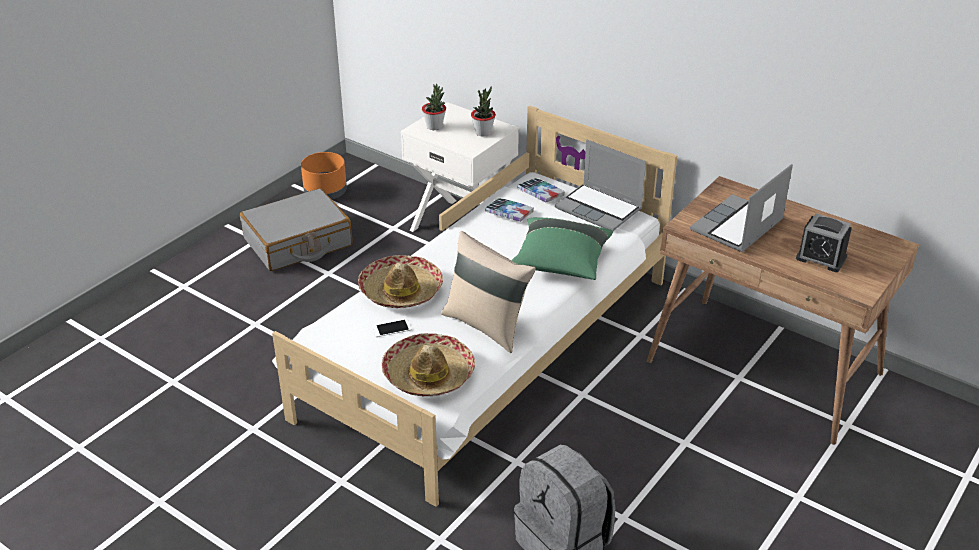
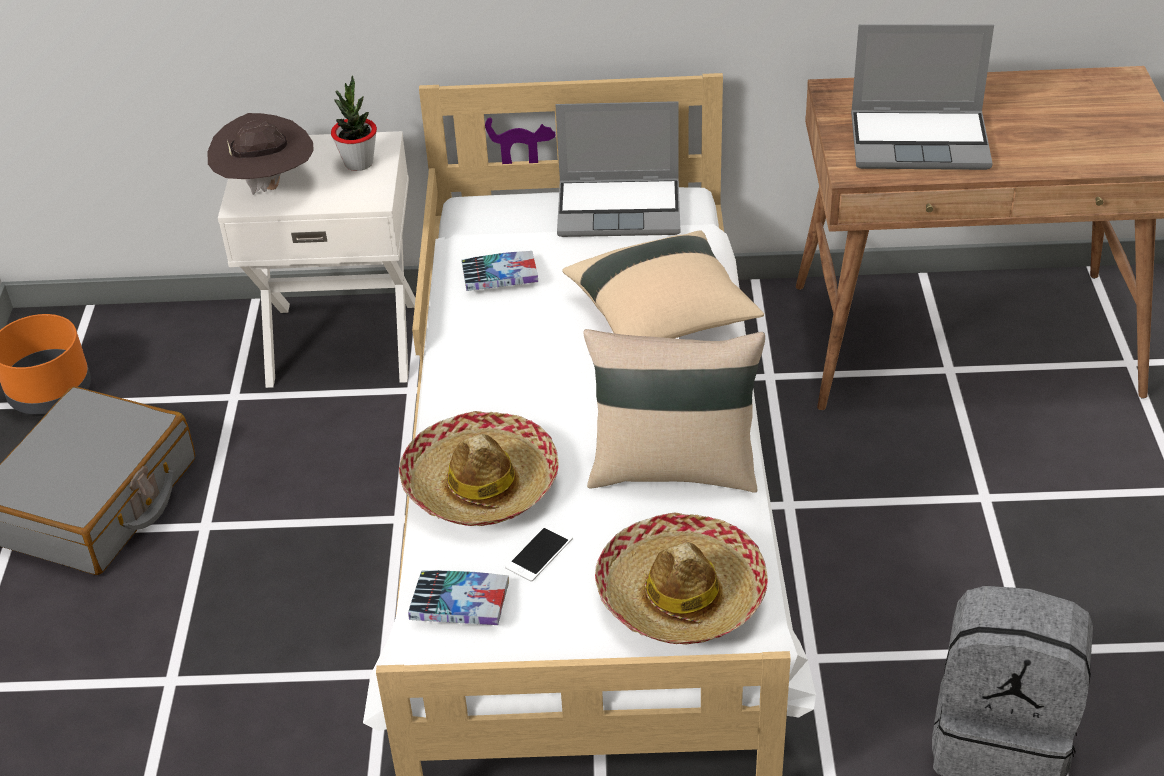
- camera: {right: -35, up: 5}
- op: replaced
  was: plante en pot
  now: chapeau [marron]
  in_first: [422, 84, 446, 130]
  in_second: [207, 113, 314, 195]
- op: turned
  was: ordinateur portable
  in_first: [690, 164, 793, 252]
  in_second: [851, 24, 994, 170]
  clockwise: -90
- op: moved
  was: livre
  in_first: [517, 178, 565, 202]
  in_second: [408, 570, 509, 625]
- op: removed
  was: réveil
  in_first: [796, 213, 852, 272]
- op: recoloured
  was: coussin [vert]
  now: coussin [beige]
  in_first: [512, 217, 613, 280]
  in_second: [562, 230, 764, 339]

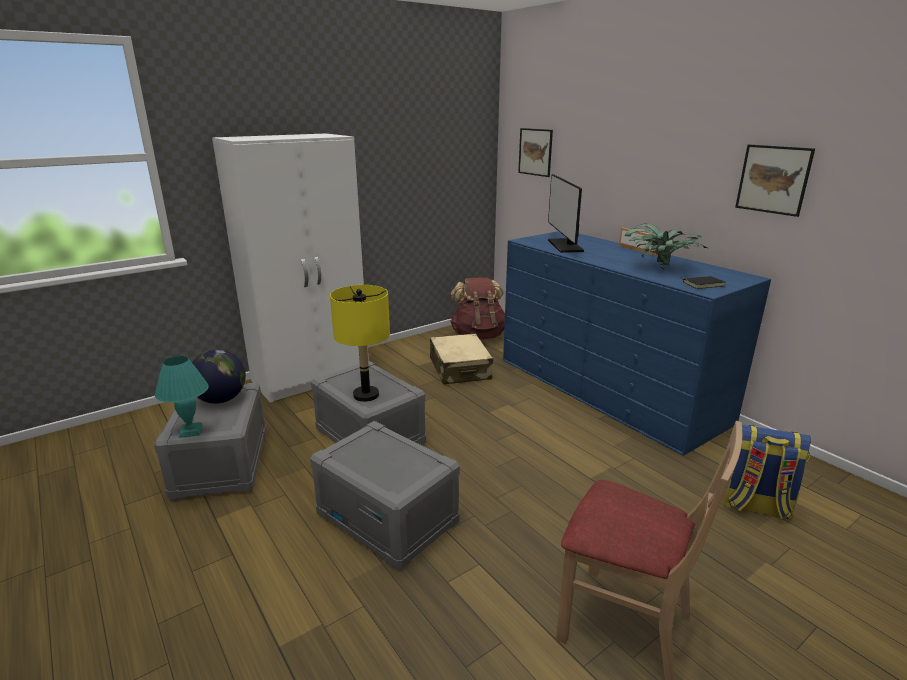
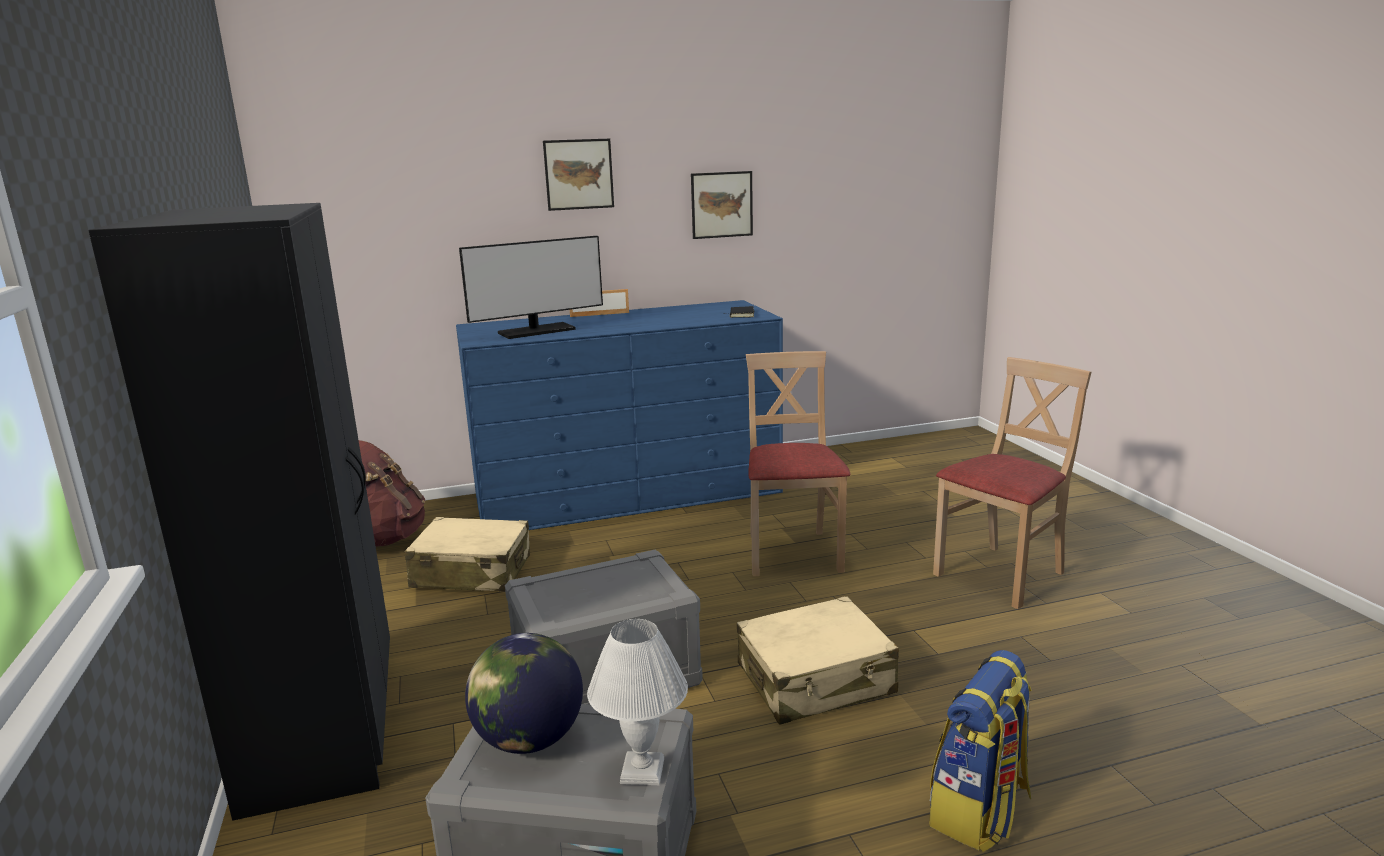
- camera: {right: -70, up: -5}
- op: moved
  was: tableau
  in_first: [518, 128, 553, 177]
  in_second: [543, 139, 614, 211]
- op: recoloured
  was: armoire [blanc]
  now: armoire [noir]
  in_first: [212, 133, 369, 403]
  in_second: [88, 203, 390, 821]
- op: turned
  was: écran d'ordinateur
  in_first: [548, 174, 584, 253]
  in_second: [459, 236, 603, 339]
  clockwise: -45
- op: removed
  was: plante en pot
  in_first: [625, 223, 707, 270]
- op: removed
  was: lampe de table [jaune]
  in_first: [330, 285, 390, 402]
- op: recoloured
  was: lampe de table [turquoise]
  now: lampe de table [blanc]
  in_first: [155, 356, 209, 438]
  in_second: [587, 619, 688, 785]
- op: replaced
  was: boîte de rangement [gris]
  now: valise [beige]
  in_first: [310, 421, 460, 570]
  in_second: [737, 596, 899, 725]
- op: moved
  was: sac à dos
  in_first: [723, 425, 811, 520]
  in_second: [929, 650, 1032, 852]
- op: added
  now: chaise [beige]
  in_second: [746, 351, 850, 576]

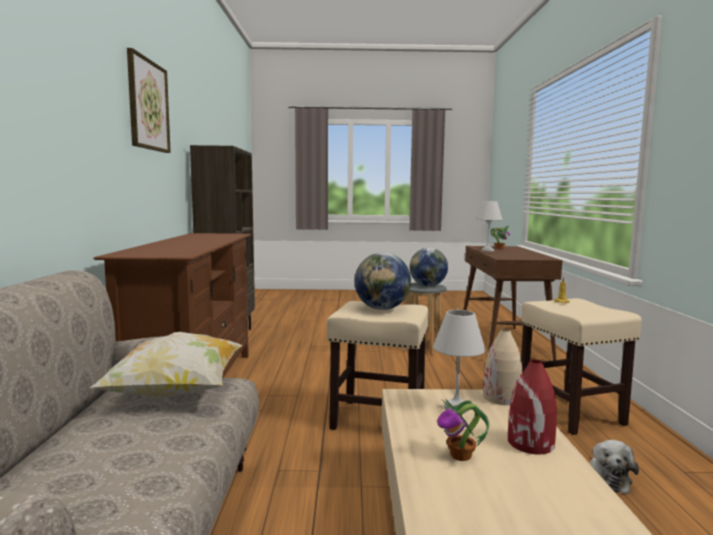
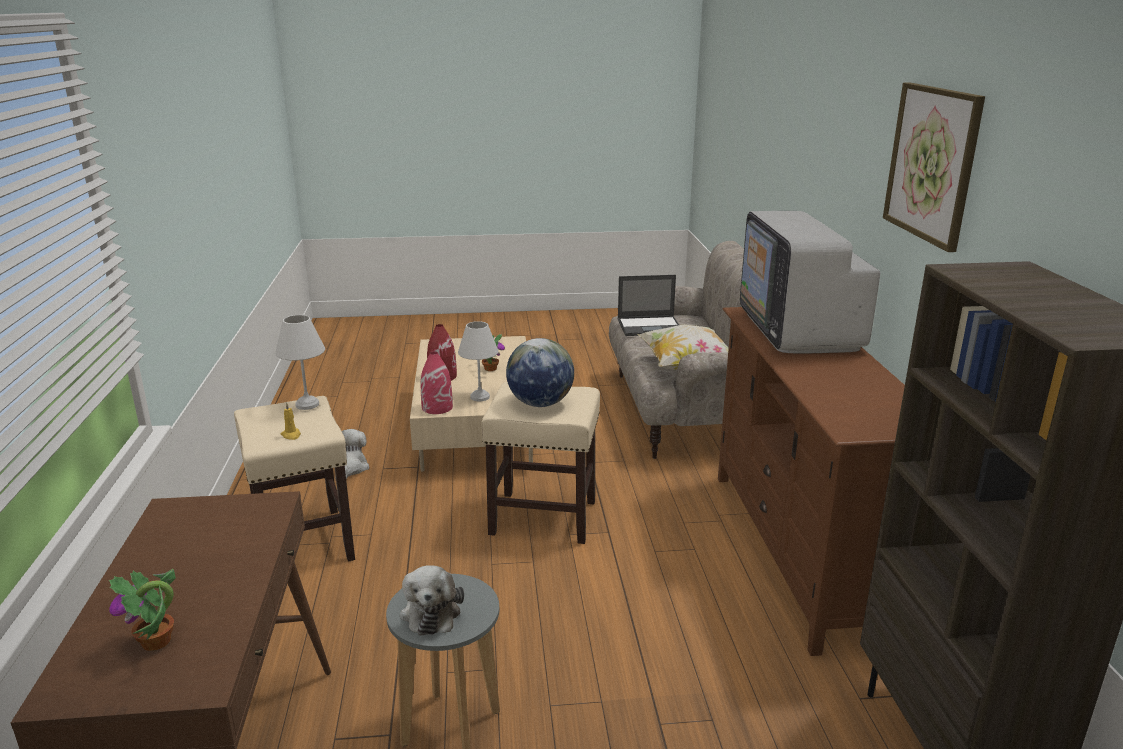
- camera: {right: 175, up: 15}
- op: moved
  was: lampe de table [blanc]
  in_first: [476, 201, 503, 252]
  in_second: [275, 315, 325, 410]
- op: replaced
  was: globe
  now: peluche
  in_first: [410, 248, 448, 286]
  in_second: [400, 565, 464, 635]
- op: recoloured
  was: vase [beige]
  now: vase [rouge]
  in_first: [483, 329, 522, 405]
  in_second: [421, 352, 453, 414]
- op: added
  now: téléviseur
  in_second: [740, 211, 880, 354]
- op: added
  now: ordinateur portable
  in_second: [618, 275, 679, 336]

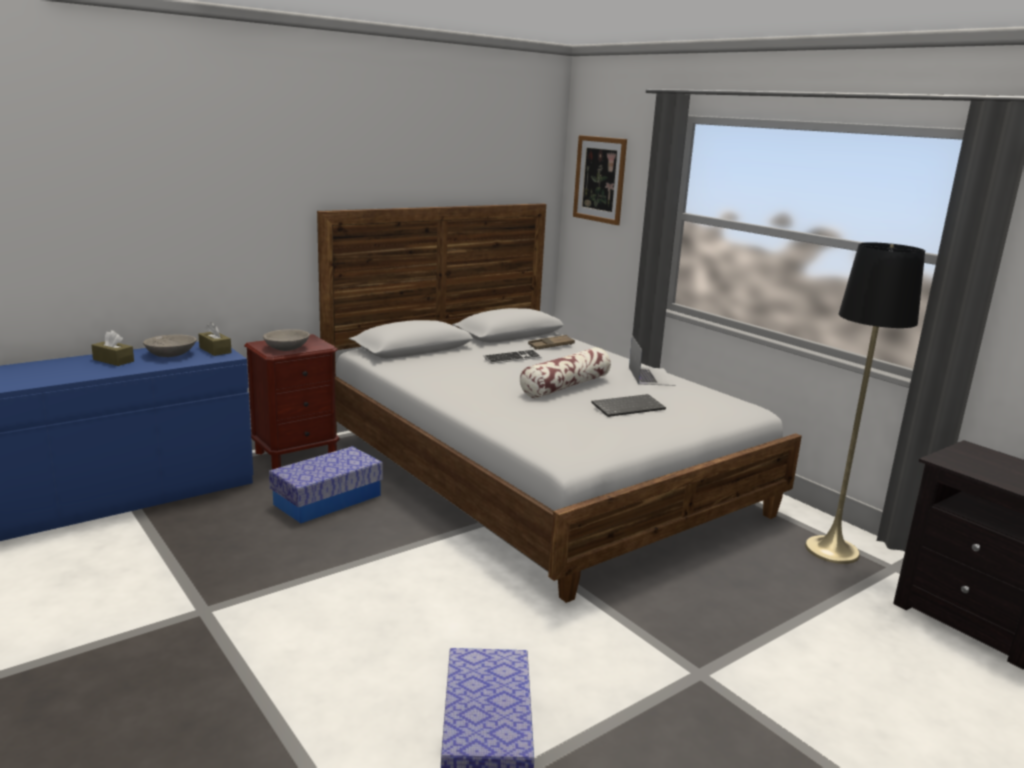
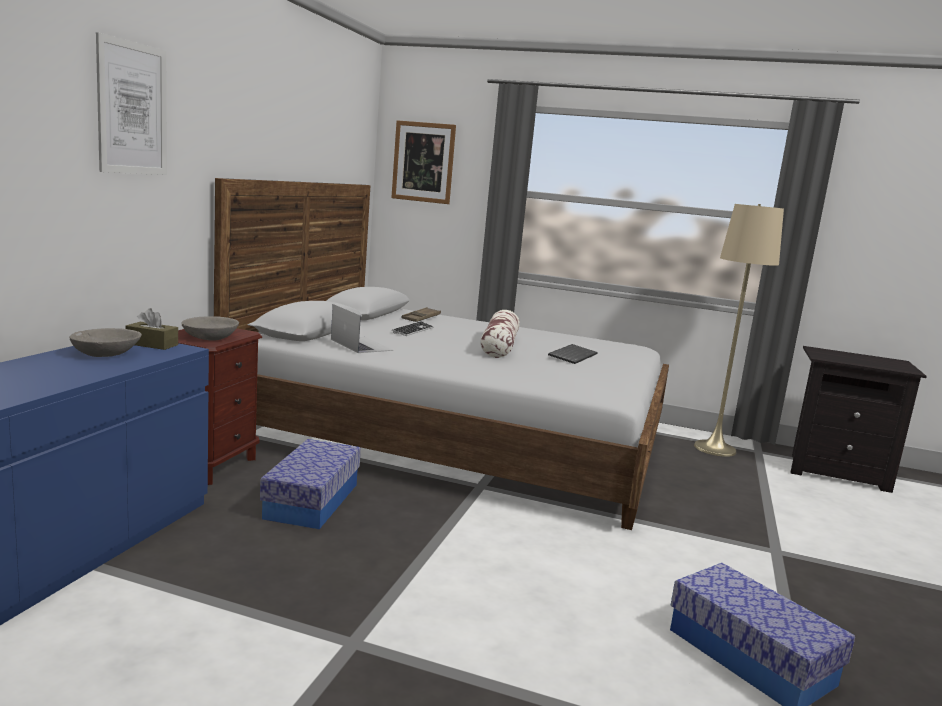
- camera: {right: -35, up: -5}
- op: recoloured
  was: lampadaire [noir]
  now: lampadaire [beige]
  in_first: [805, 242, 925, 564]
  in_second: [694, 204, 784, 457]
- op: removed
  was: boîte à mouchoirs [marron]
  in_first: [91, 330, 134, 366]
- op: moved
  was: ordinateur portable
  in_first: [629, 335, 676, 386]
  in_second: [331, 304, 393, 353]
- op: added
  now: tableau
  in_second: [96, 32, 167, 175]

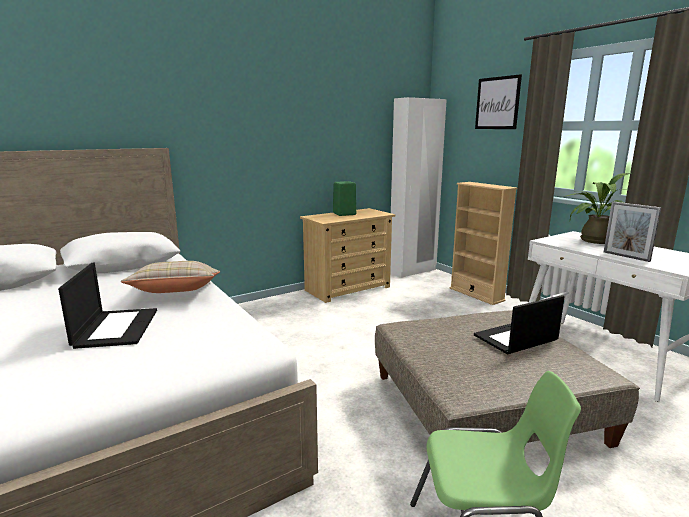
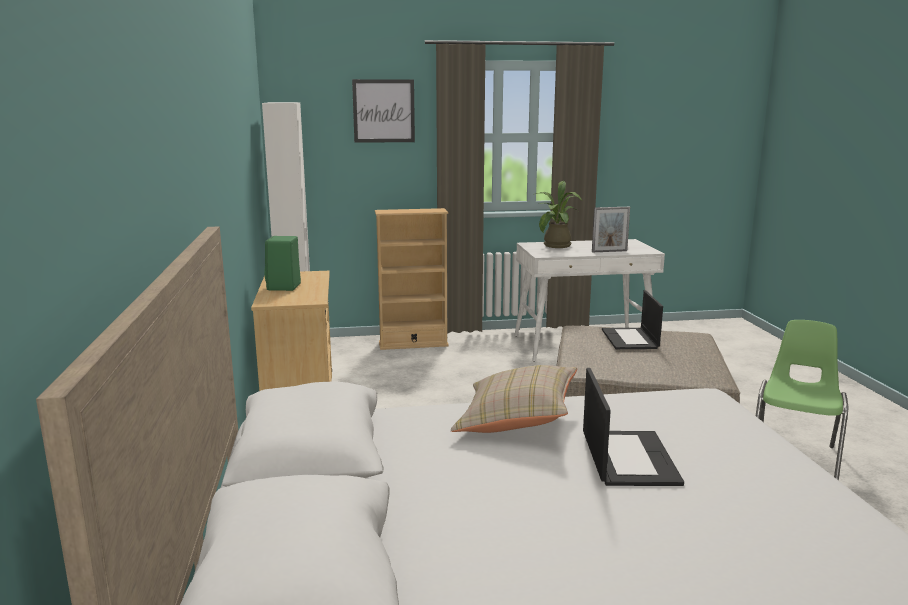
- camera: {right: -65, up: 0}
- op: turned
  was: ordinateur portable
  in_first: [58, 263, 157, 349]
  in_second: [583, 368, 684, 486]
  clockwise: 75

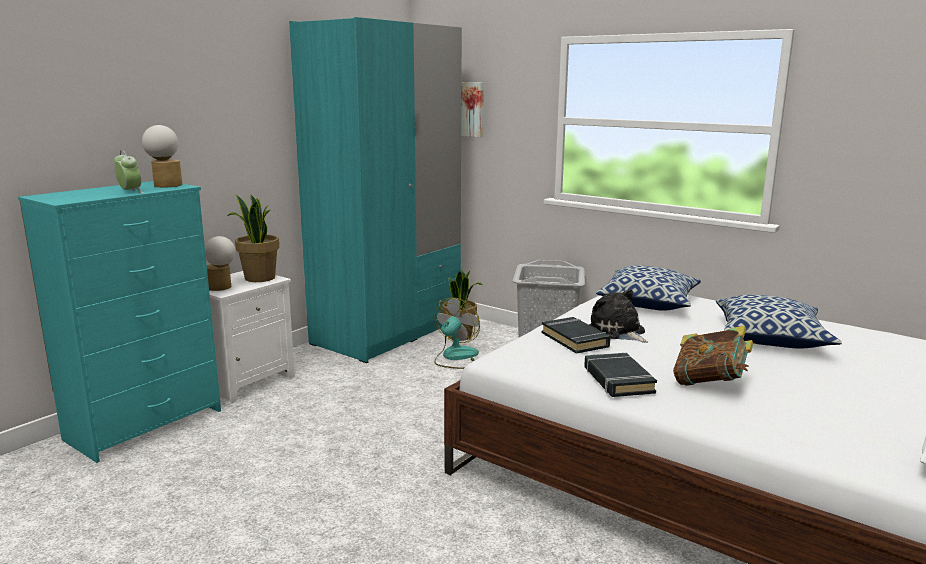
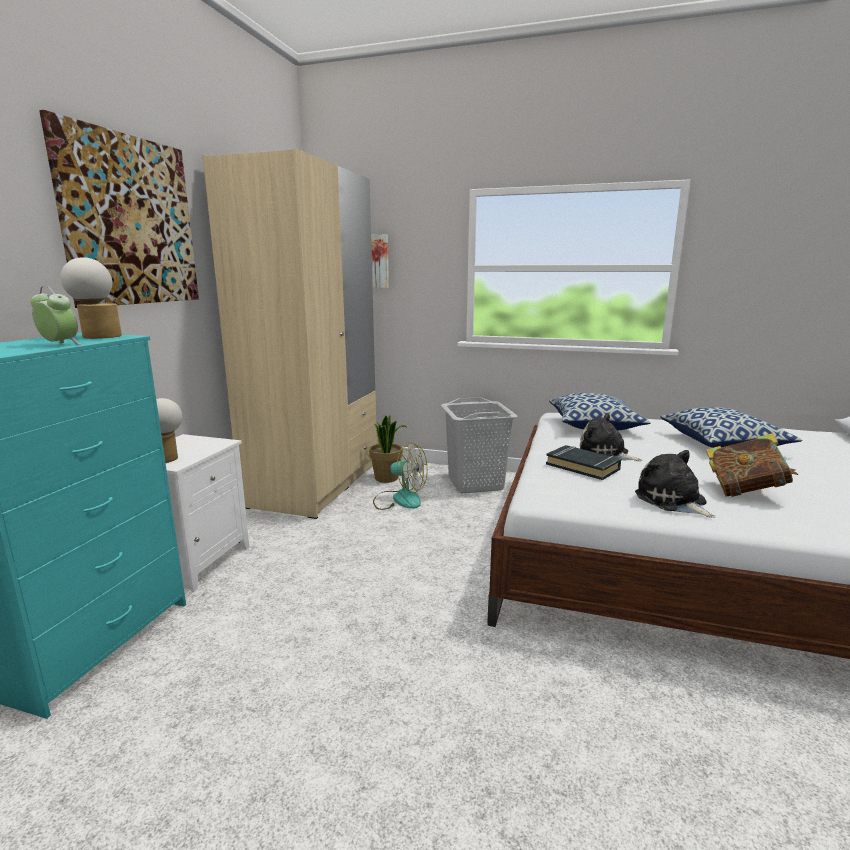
- camera: {right: -20, up: 0}
- op: recoloured
  was: armoire [turquoise]
  now: armoire [beige]
  in_first: [289, 17, 462, 363]
  in_second: [203, 148, 377, 519]
- op: removed
  was: plante en pot
  in_first: [227, 195, 279, 282]
- op: turned
  was: ventilateur
  in_first: [434, 298, 480, 369]
  in_second: [373, 443, 427, 510]
  clockwise: 105
- op: replaced
  was: livre [noir]
  now: peluche
  in_first: [584, 353, 657, 397]
  in_second: [635, 450, 716, 518]
- op: added
  now: tableau
  in_second: [39, 110, 199, 308]

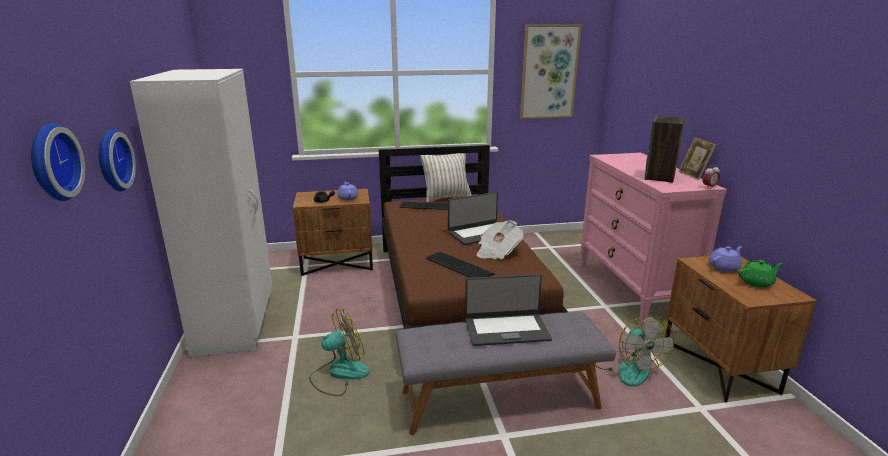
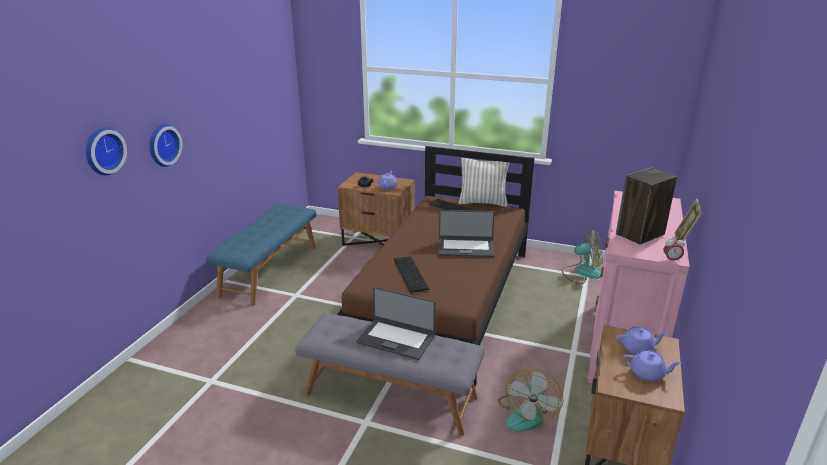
- camera: {right: 30, up: 5}
- op: removed
  was: tableau
  in_first: [520, 24, 581, 119]
- op: replaced
  was: armoire [blanc]
  now: banc [bleu]
  in_first: [130, 69, 272, 357]
  in_second: [206, 204, 316, 306]
- op: removed
  was: journal
  in_first: [476, 220, 523, 259]
- op: recoloured
  was: théière [vert]
  now: théière [violet]
  in_first: [738, 260, 783, 288]
  in_second: [623, 350, 681, 381]
- op: moved
  was: ventilateur
  in_first: [309, 308, 370, 396]
  in_second: [561, 229, 603, 284]

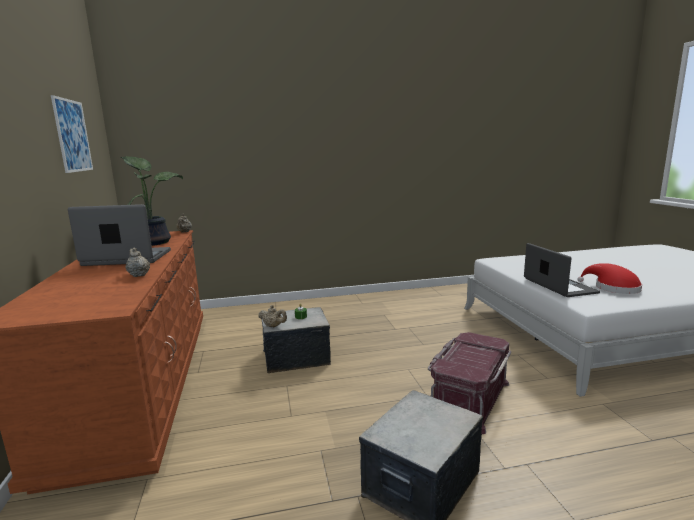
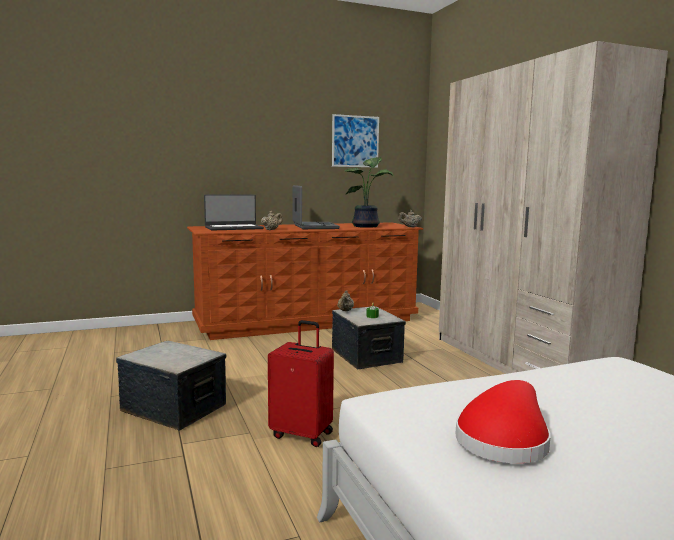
- camera: {right: 80, up: -5}
- op: moved
  was: ordinateur portable
  in_first: [524, 243, 600, 297]
  in_second: [204, 194, 264, 231]
- op: replaced
  was: boîte de rangement [rouge]
  now: valise [rouge]
  in_first: [428, 332, 511, 434]
  in_second: [268, 320, 334, 447]
- op: added
  now: armoire [beige]
  in_second: [439, 41, 668, 374]

